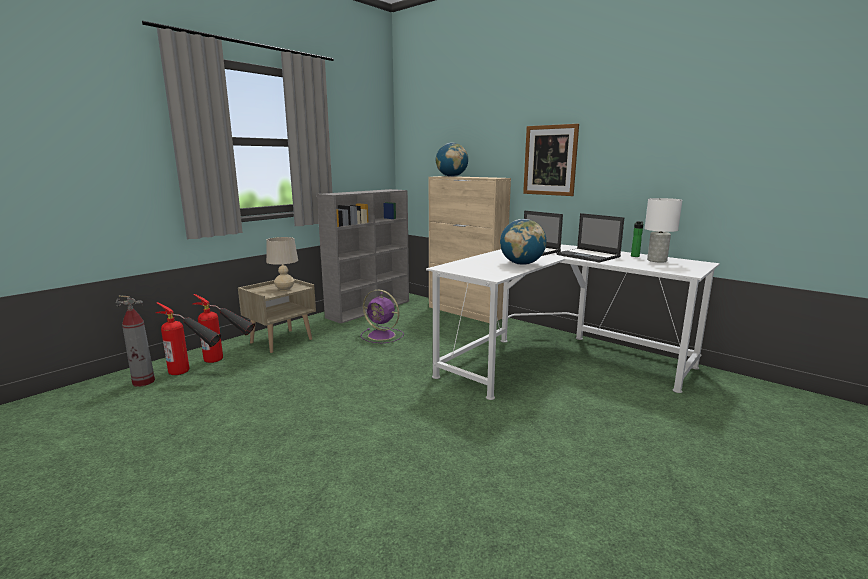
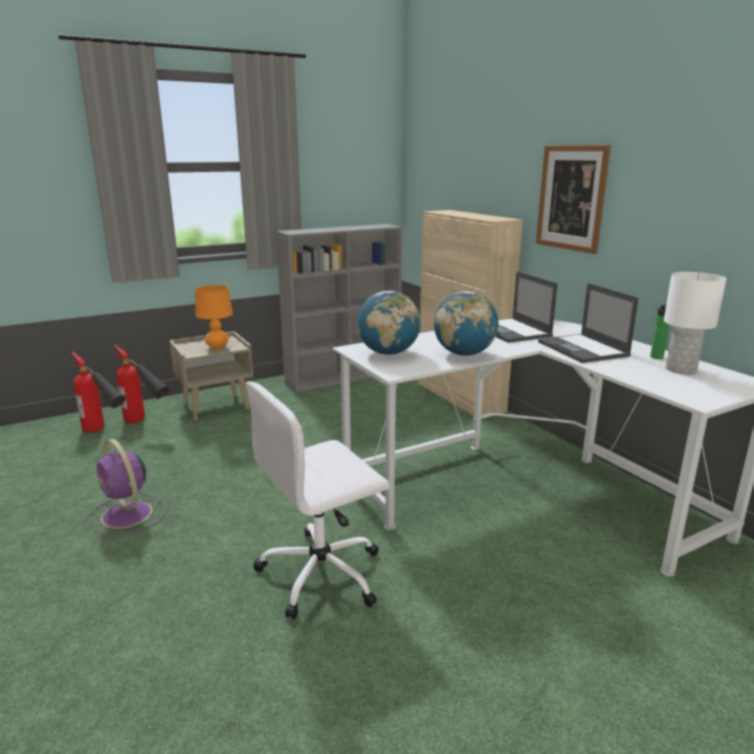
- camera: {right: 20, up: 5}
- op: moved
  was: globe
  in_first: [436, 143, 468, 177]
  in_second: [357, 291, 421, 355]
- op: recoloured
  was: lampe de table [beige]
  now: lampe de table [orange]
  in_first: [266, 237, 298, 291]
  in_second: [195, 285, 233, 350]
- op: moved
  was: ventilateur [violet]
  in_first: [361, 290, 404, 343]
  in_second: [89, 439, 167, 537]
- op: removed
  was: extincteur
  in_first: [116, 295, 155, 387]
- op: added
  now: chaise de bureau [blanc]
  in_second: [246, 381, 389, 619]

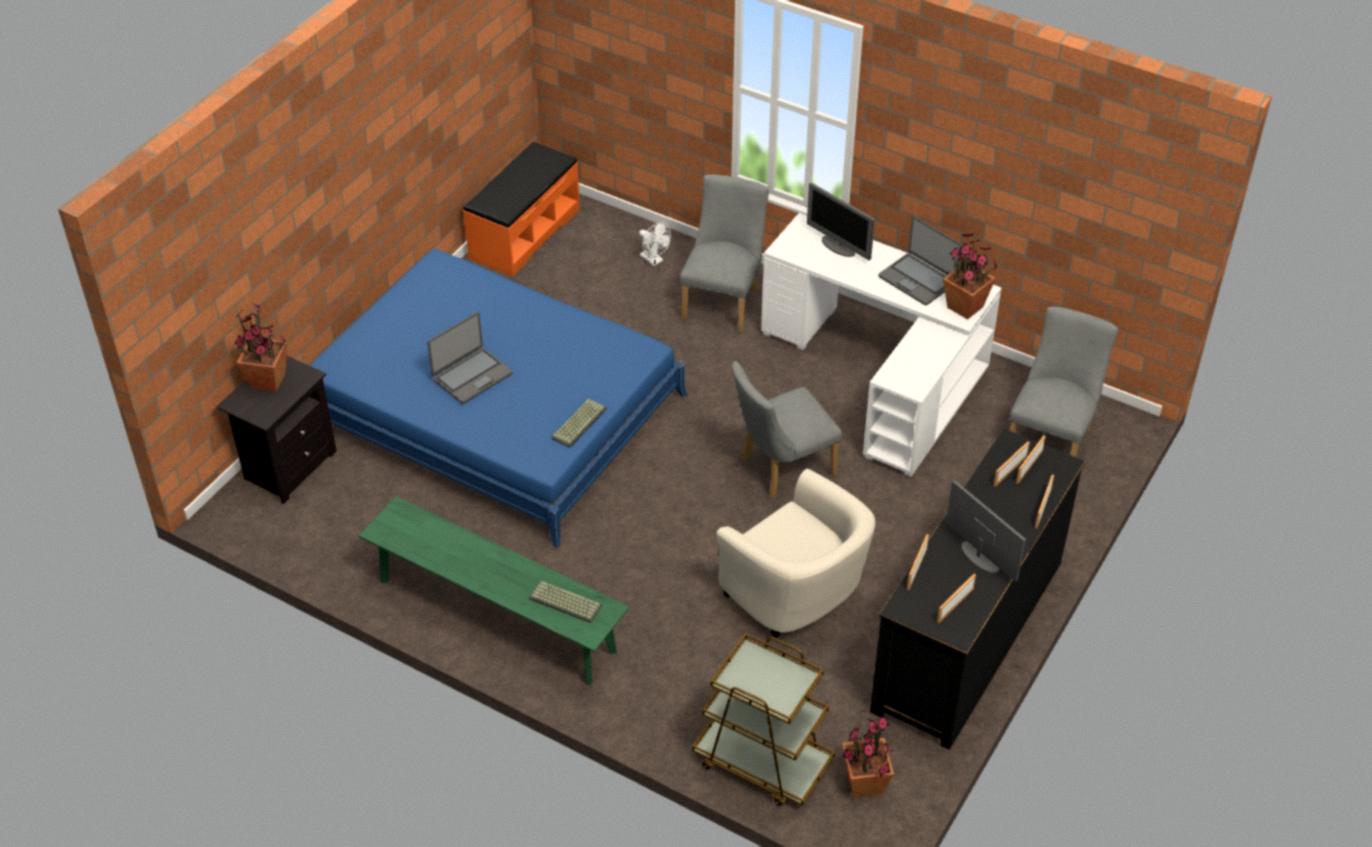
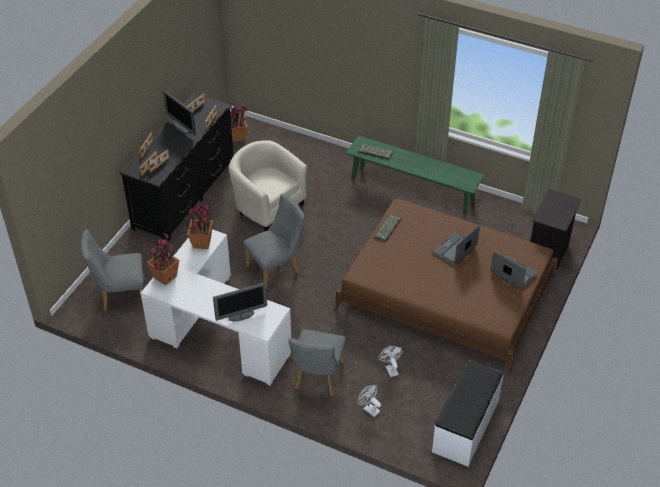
- camera: {right: 175, up: 0}
- op: recoloured
  was: banc [orange]
  now: banc [blanc]
  in_first: [463, 142, 580, 277]
  in_second: [432, 360, 504, 467]
- op: turned
  was: écran d'ordinateur
  in_first: [807, 182, 875, 260]
  in_second: [213, 282, 267, 321]
  clockwise: 120
- op: moved
  was: ordinateur portable
  in_first: [878, 216, 962, 305]
  in_second: [491, 251, 538, 289]
- op: recoloured
  was: lit [bleu]
  now: lit [marron]
  in_first: [310, 249, 688, 548]
  in_second: [334, 198, 559, 374]
- op: moved
  was: plante en pot
  in_first: [234, 303, 287, 392]
  in_second: [186, 204, 213, 249]
- op: turned
  was: chaise [gris]
  in_first: [1010, 307, 1118, 457]
  in_second: [81, 229, 145, 311]
  clockwise: 60
- op: removed
  was: chariot [marron]
  in_first: [692, 633, 835, 806]
- op: added
  now: ventilateur [blanc]
  in_second: [379, 346, 403, 377]

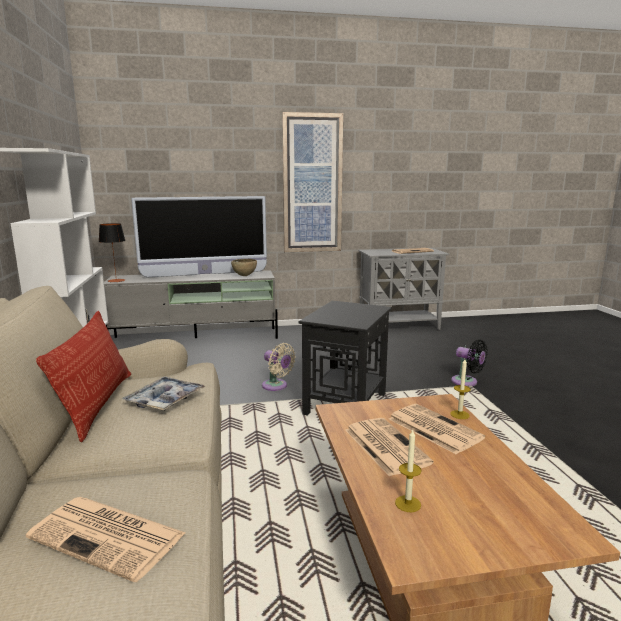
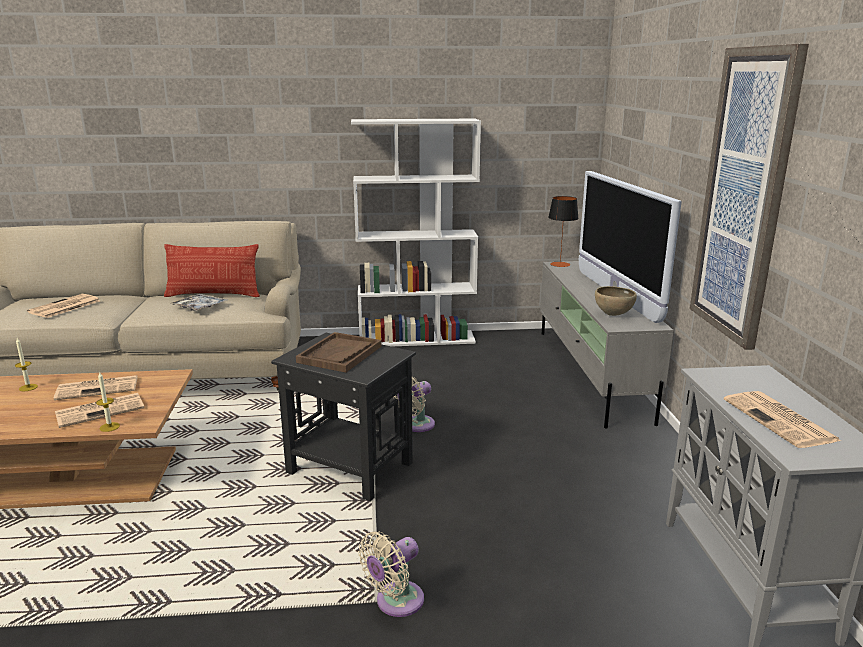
- camera: {right: 95, up: 5}
- op: recoloured
  was: ventilateur [noir]
  now: ventilateur [beige]
  in_first: [451, 339, 488, 386]
  in_second: [359, 531, 424, 617]
- op: added
  now: plateau [marron]
  in_second: [296, 332, 382, 373]

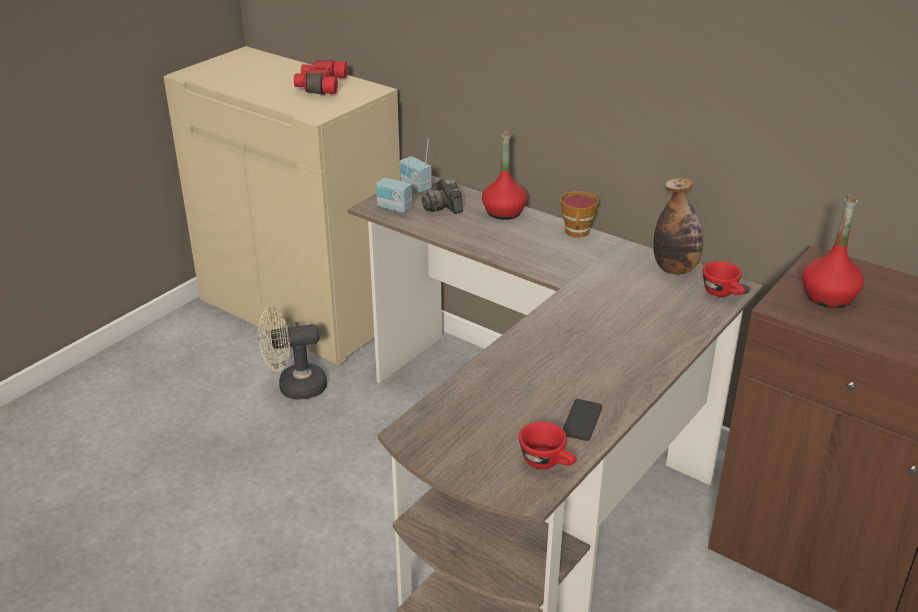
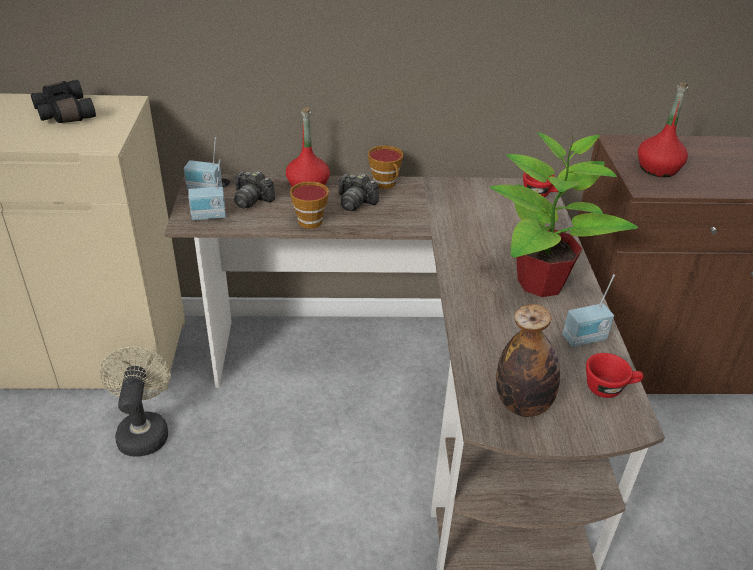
- camera: {right: -40, up: 5}
- op: recoloured
  was: jumelles [rouge]
  now: jumelles [noir]
  in_first: [294, 60, 348, 95]
  in_second: [31, 80, 96, 123]
- op: moved
  was: bouteille
  in_first: [653, 178, 703, 274]
  in_second: [496, 304, 560, 417]
- op: turned
  was: ventilateur [beige]
  in_first: [258, 307, 327, 400]
  in_second: [99, 346, 171, 457]
  clockwise: 135
- op: replaced
  was: téléphone
  now: radio
  in_first: [563, 399, 602, 441]
  in_second: [562, 274, 615, 347]
- op: added
  now: plante en pot
  in_second: [490, 132, 638, 297]
- op: added
  now: appareil photo
  in_second: [338, 173, 379, 211]
- op: added
  now: tasse
  in_second: [290, 181, 329, 229]

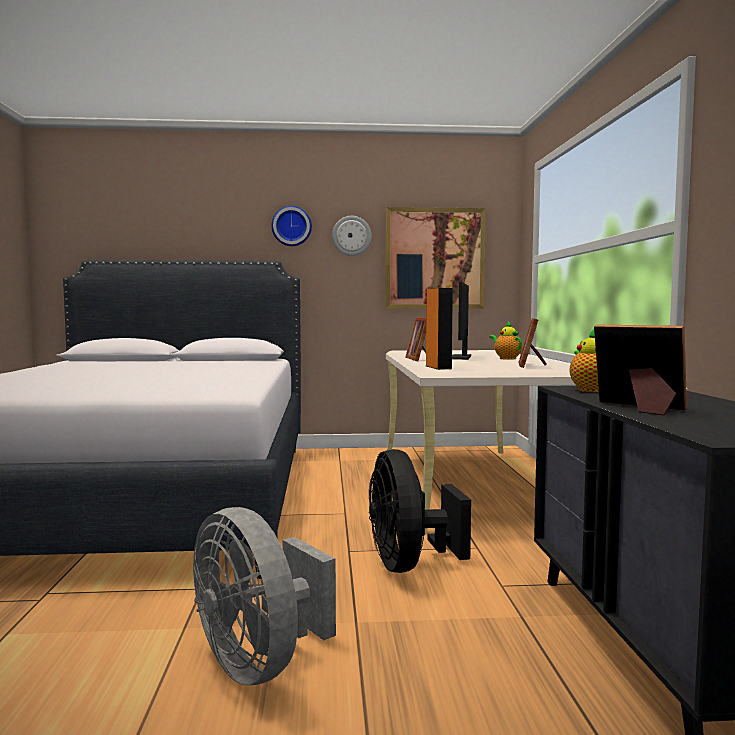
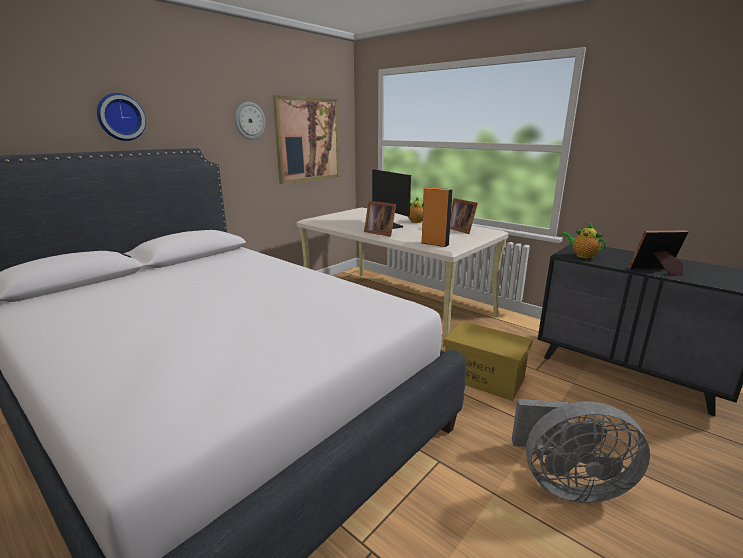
- camera: {right: -45, up: 15}
- op: moved
  was: horloge murale
  in_first: [271, 206, 312, 246]
  in_second: [97, 93, 146, 141]
- op: replaced
  was: ventilateur [noir]
  now: boîte de rangement [jaune]
  in_first: [369, 449, 471, 573]
  in_second: [443, 321, 533, 401]

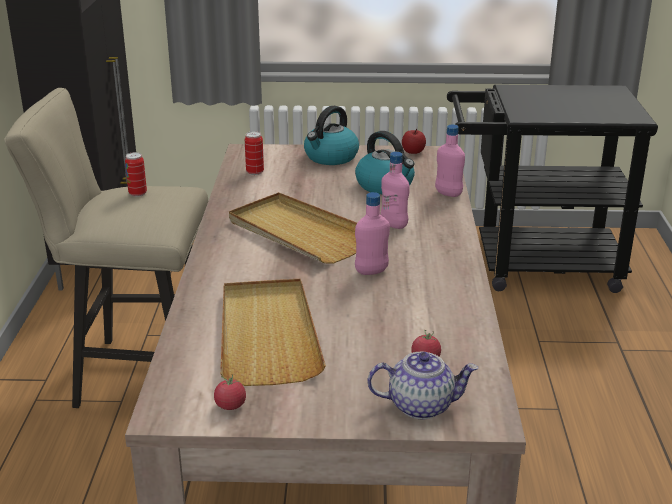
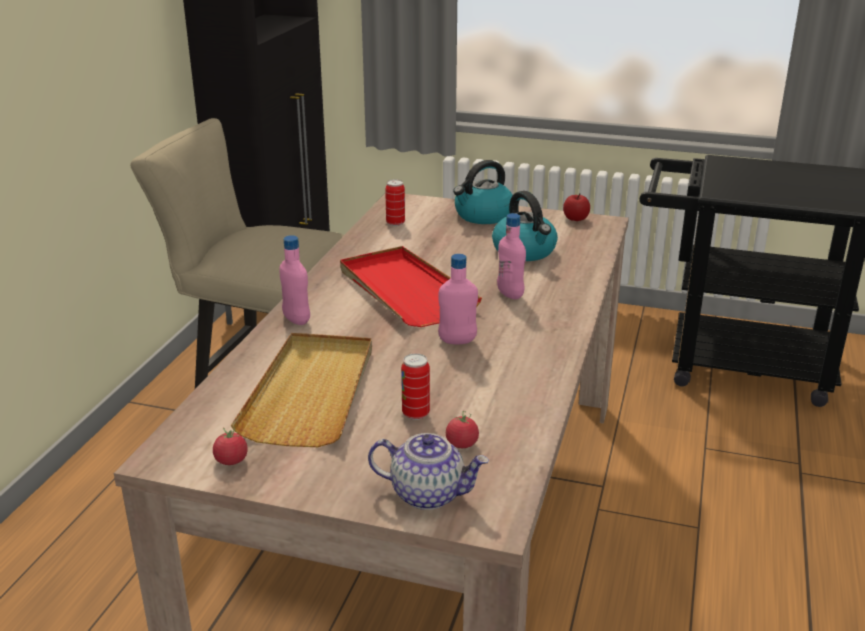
- camera: {right: 15, up: 0}
- op: moved
  was: bouteille [rose]
  in_first: [435, 124, 465, 197]
  in_second: [279, 235, 310, 325]
- op: moved
  was: boîte métallique
  in_first: [125, 152, 147, 197]
  in_second: [401, 353, 430, 420]
- op: recoloured
  was: plateau [beige]
  now: plateau [rouge]
  in_first: [229, 192, 357, 264]
  in_second: [340, 246, 482, 327]

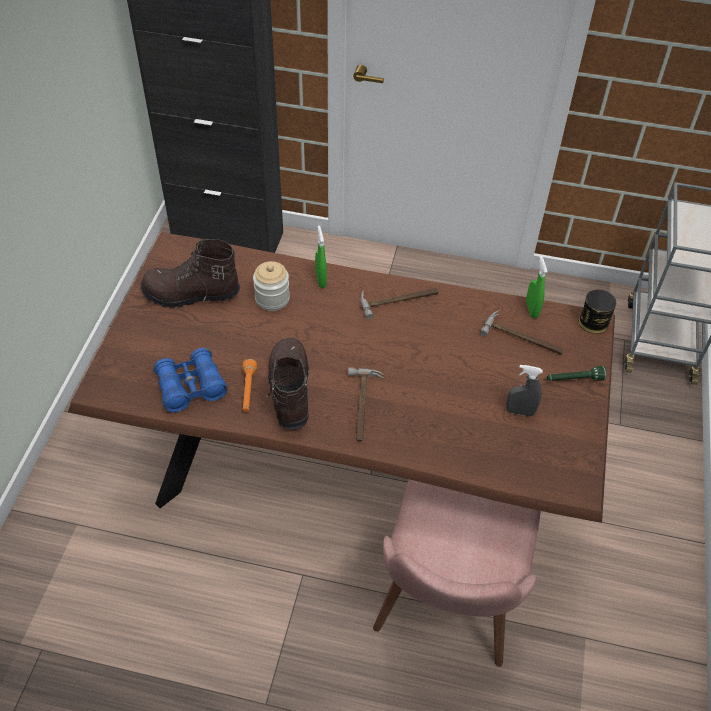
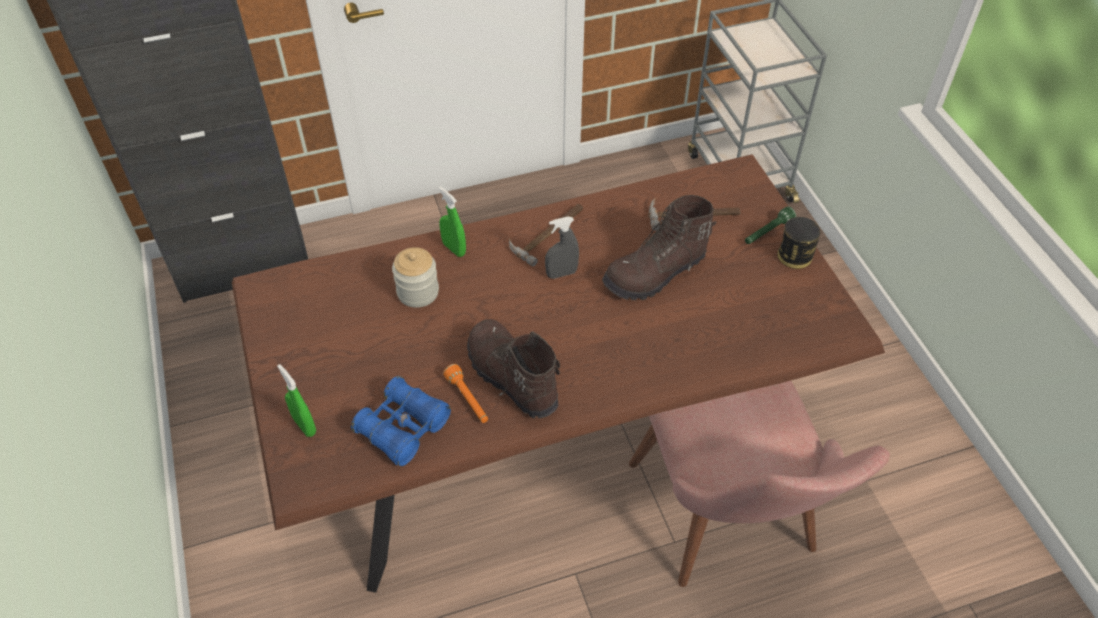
- camera: {right: -30, up: 0}
- op: moved
  was: botte [marron]
  in_first: [140, 239, 240, 308]
  in_second: [602, 195, 716, 300]
- op: moved
  was: vaporisateur [vert]
  in_first: [526, 255, 548, 318]
  in_second: [277, 364, 316, 437]
- op: moved
  was: boîte métallique
  in_first: [579, 290, 616, 334]
  in_second: [777, 217, 820, 269]
- op: moved
  was: vaporisateur [gris]
  in_first: [506, 365, 543, 417]
  in_second: [545, 217, 579, 279]
- op: removed
  was: marteau
  in_first: [348, 367, 384, 442]

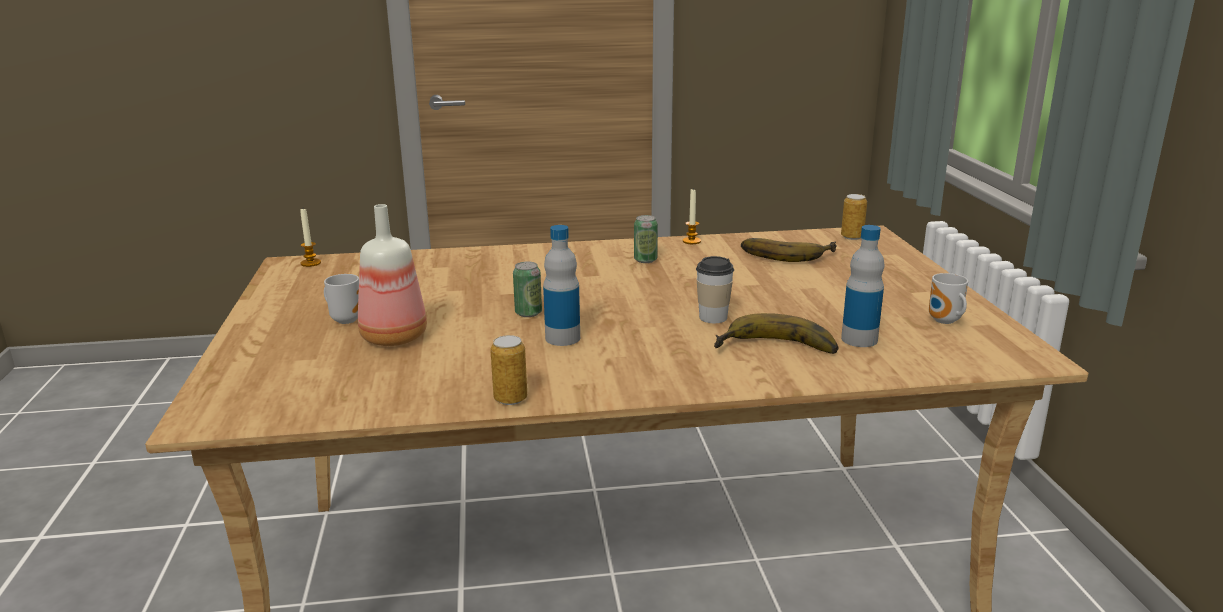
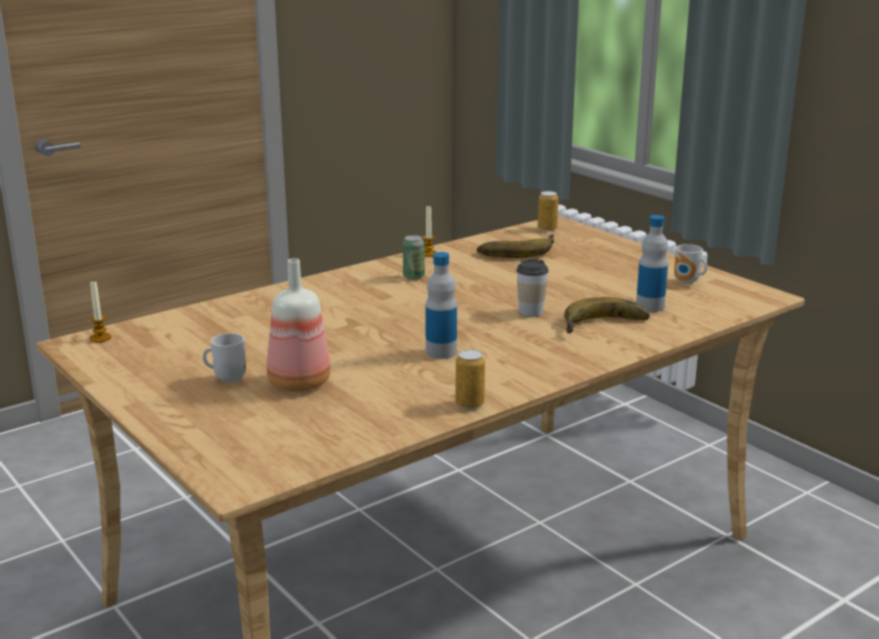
- camera: {right: -30, up: 0}
- op: removed
  was: boîte métallique
  in_first: [513, 262, 542, 317]

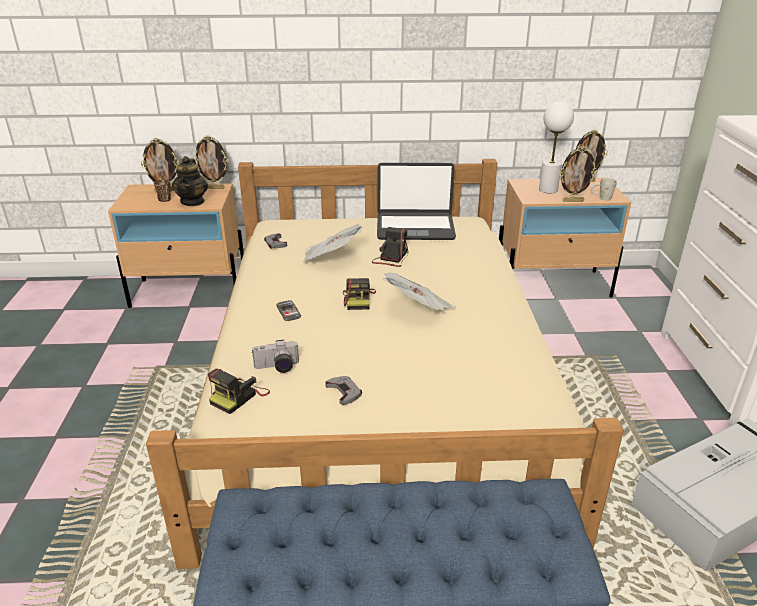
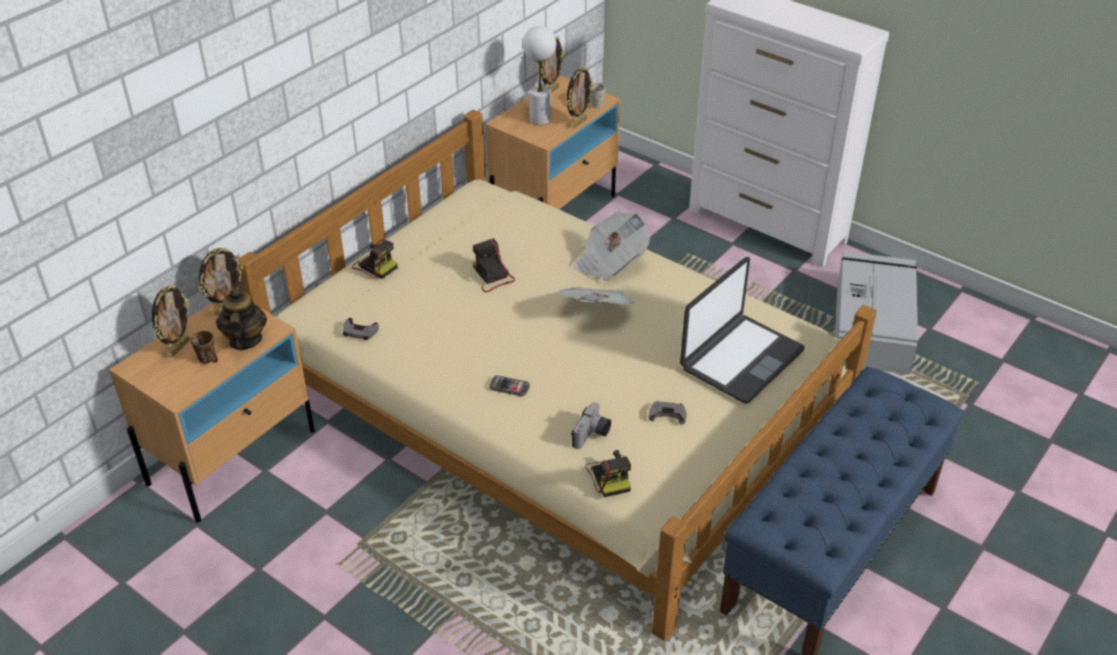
- camera: {right: -50, up: 10}
- op: turned
  was: théière
  in_first: [172, 156, 208, 206]
  in_second: [216, 282, 267, 350]
  clockwise: -135
- op: moved
  was: ordinateur portable
  in_first: [377, 163, 456, 240]
  in_second: [680, 257, 805, 404]
- op: moved
  was: journal
  in_first: [303, 224, 363, 262]
  in_second: [573, 212, 650, 281]
- op: moved
  was: appareil photo
  in_first: [343, 278, 376, 310]
  in_second: [352, 240, 398, 279]

